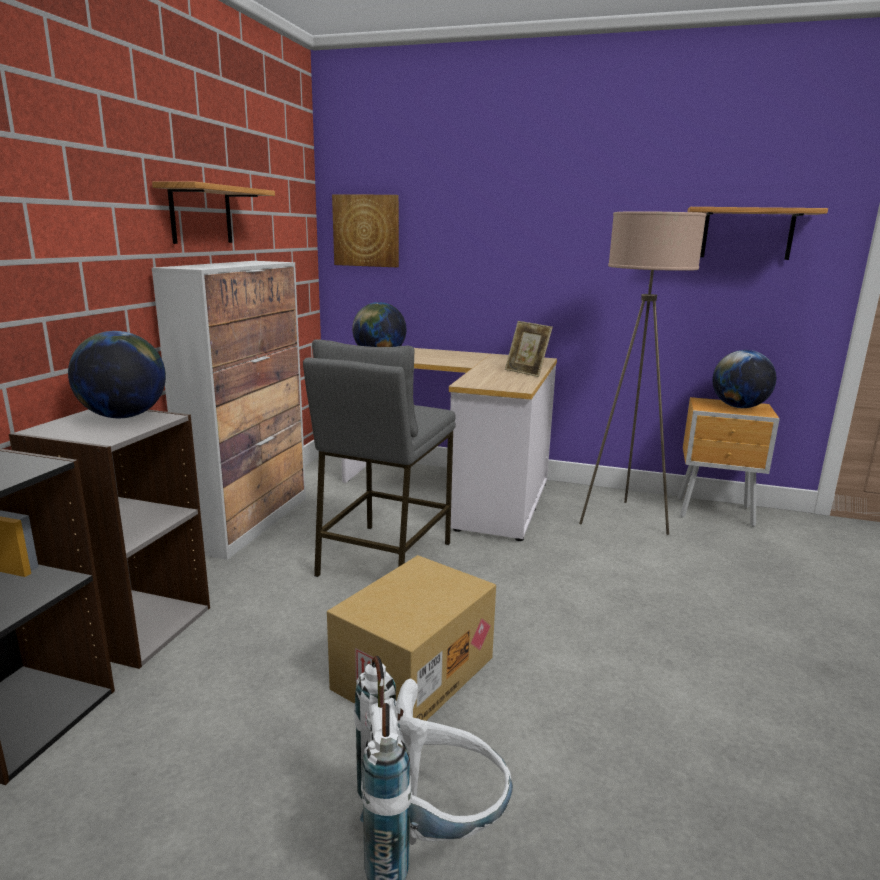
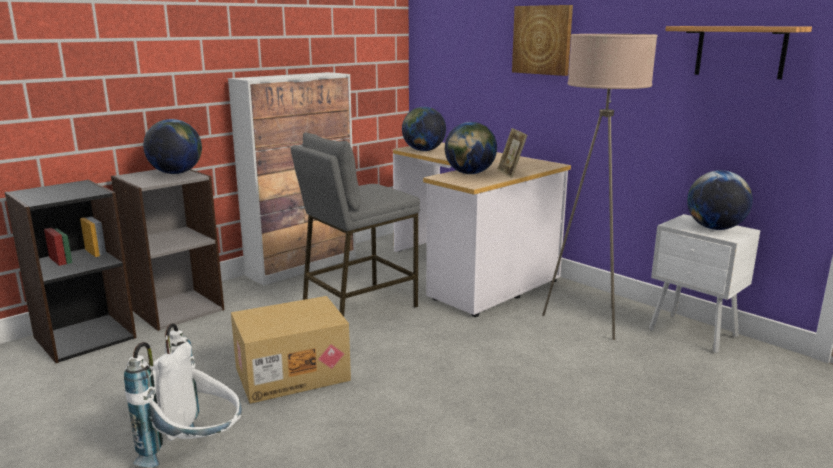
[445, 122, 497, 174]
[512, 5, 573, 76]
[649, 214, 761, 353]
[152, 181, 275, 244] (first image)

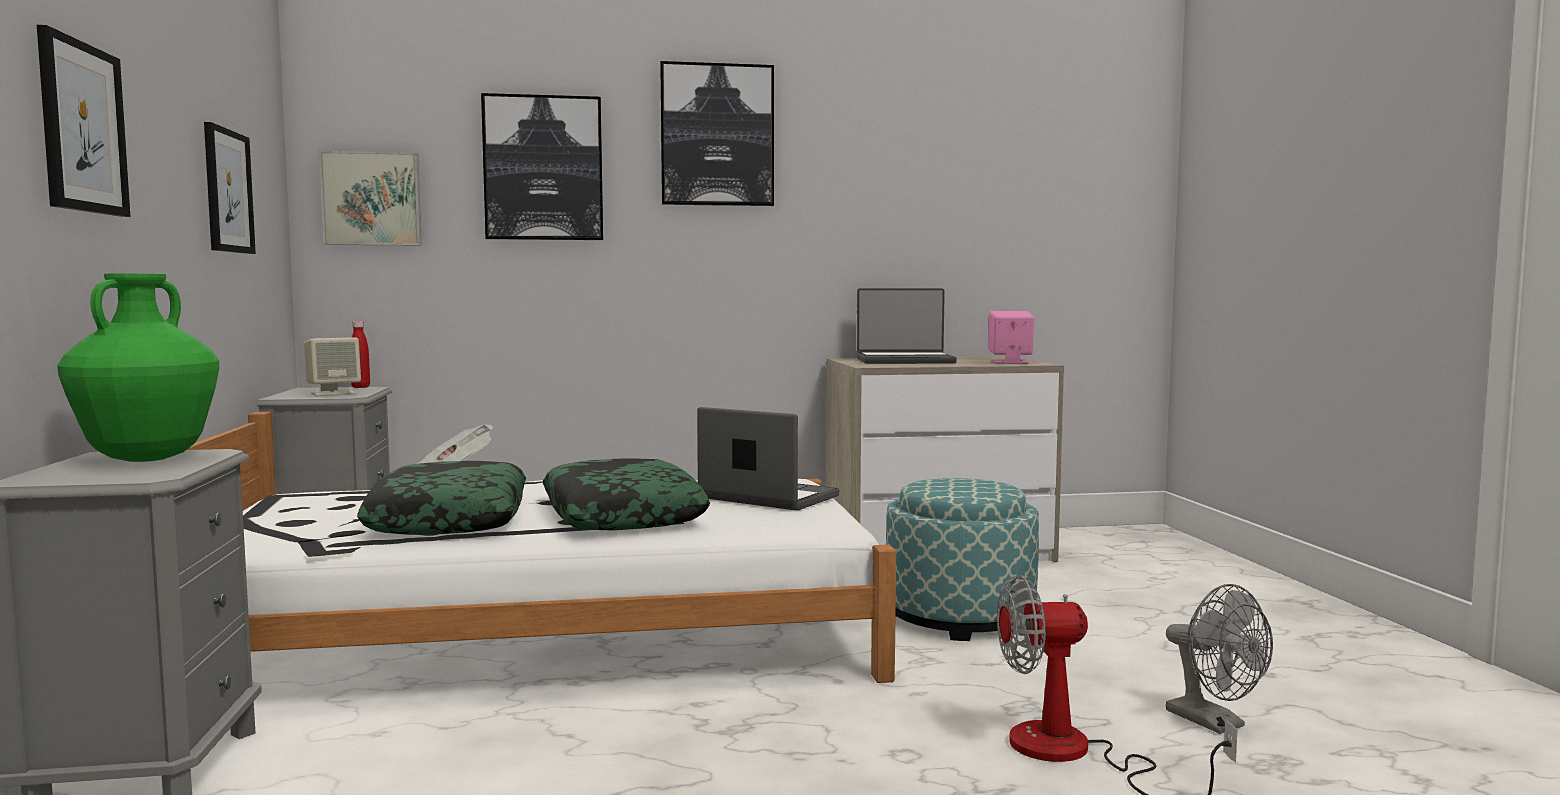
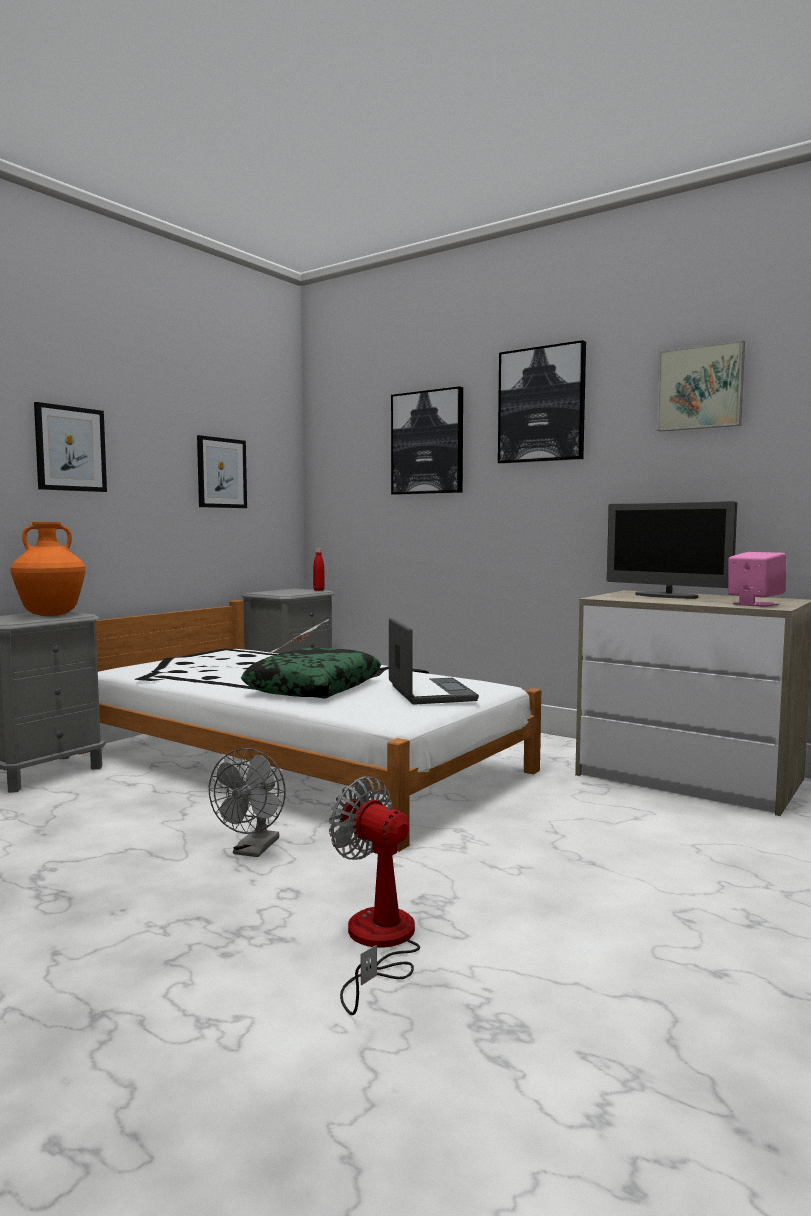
[10, 522, 86, 616]
[209, 748, 286, 857]
[607, 501, 737, 599]
[657, 340, 745, 432]
[304, 337, 361, 396] (first image)
[357, 461, 526, 535] (first image)
[886, 478, 1039, 641] (first image)

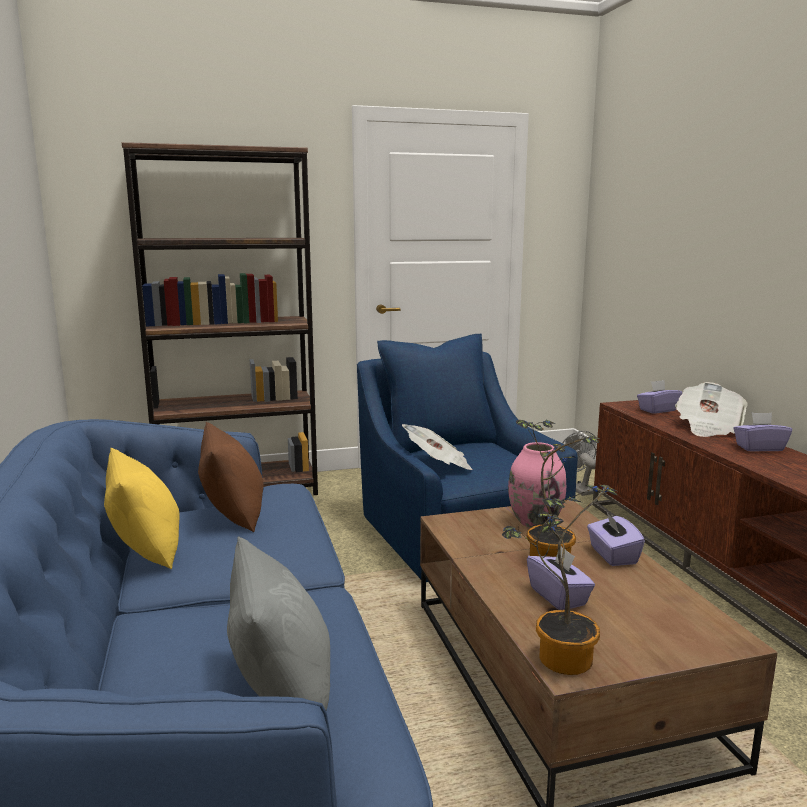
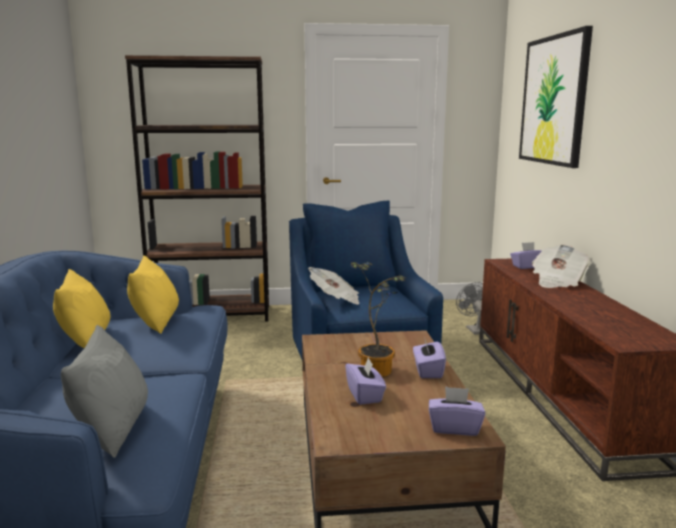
[127, 256, 179, 334]
[429, 386, 485, 436]
[519, 26, 593, 168]
[502, 485, 617, 675] (first image)
[508, 442, 566, 528] (first image)

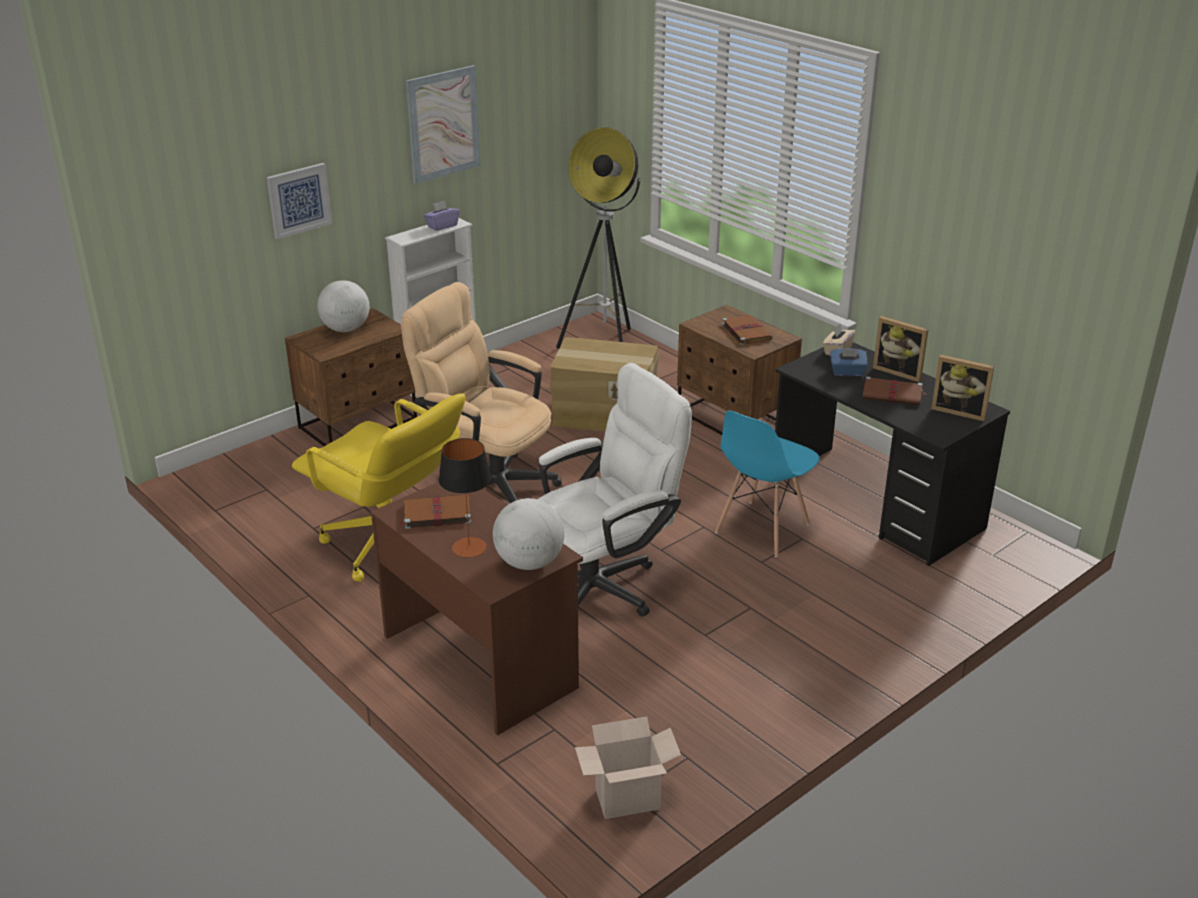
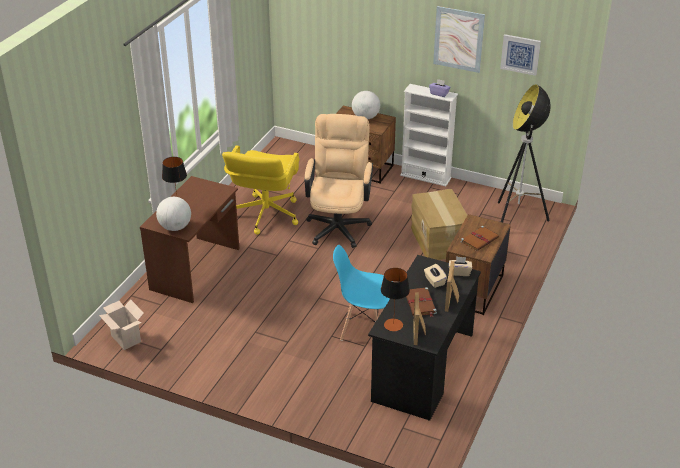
[381, 268, 410, 331]
[424, 264, 447, 288]
[500, 34, 541, 76]
[399, 495, 471, 529] (first image)
[538, 363, 692, 617] (first image)

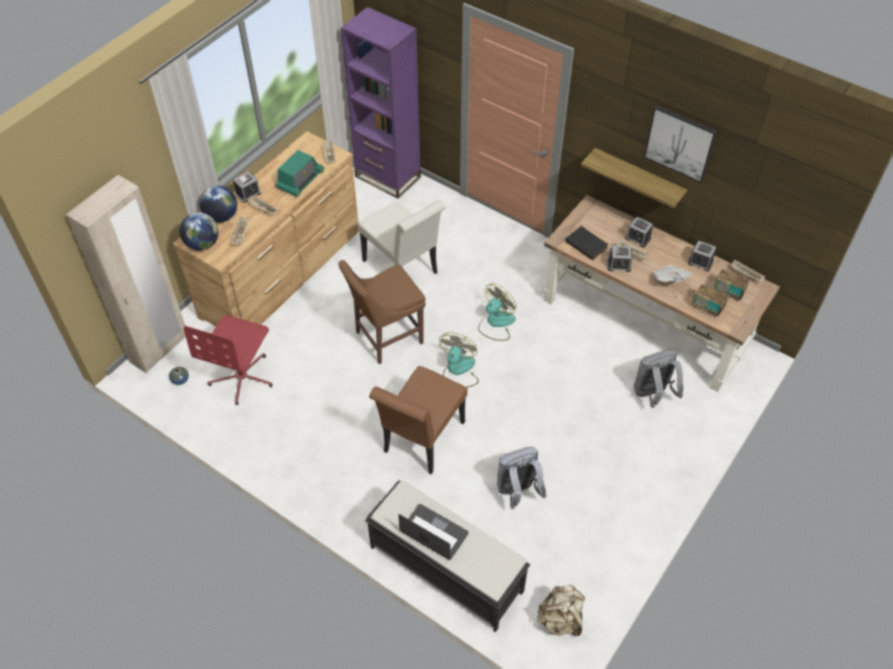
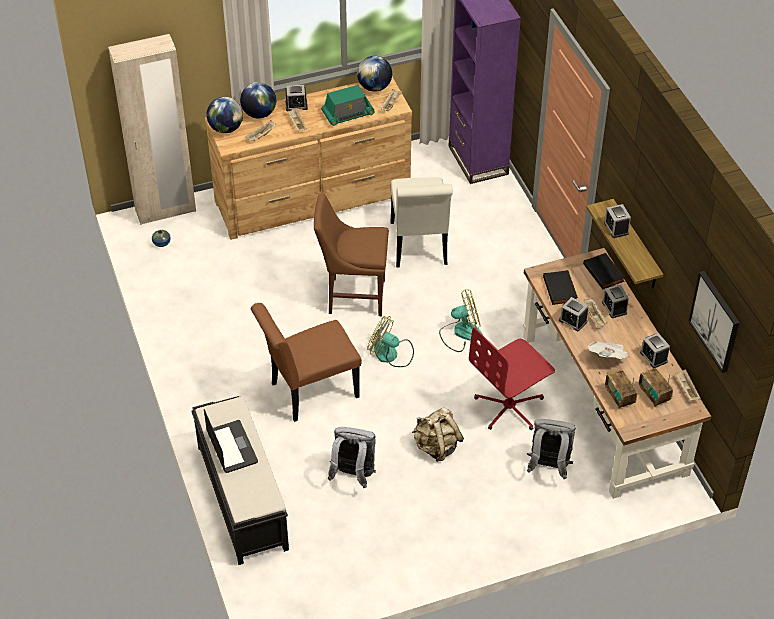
[357, 56, 392, 92]
[367, 316, 414, 367]
[412, 407, 464, 462]
[469, 327, 555, 430]
[583, 253, 625, 289]
[604, 204, 631, 238]
[689, 271, 740, 373]

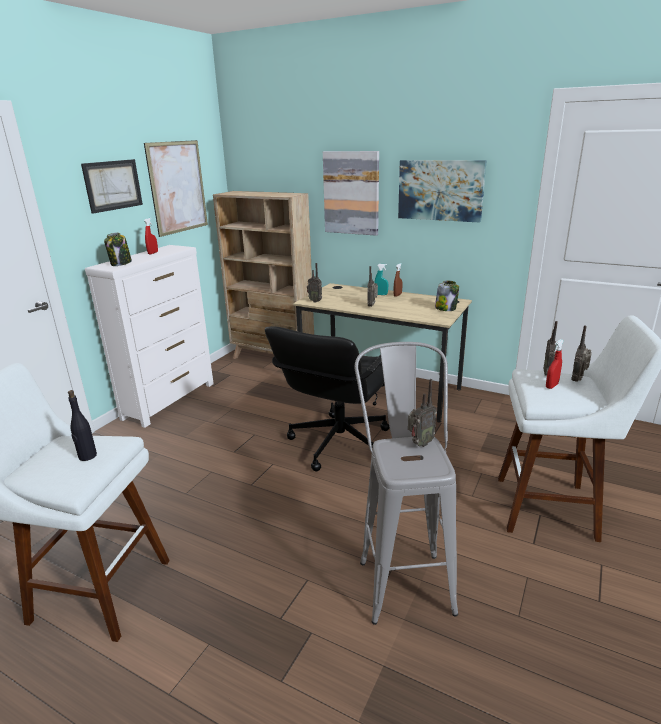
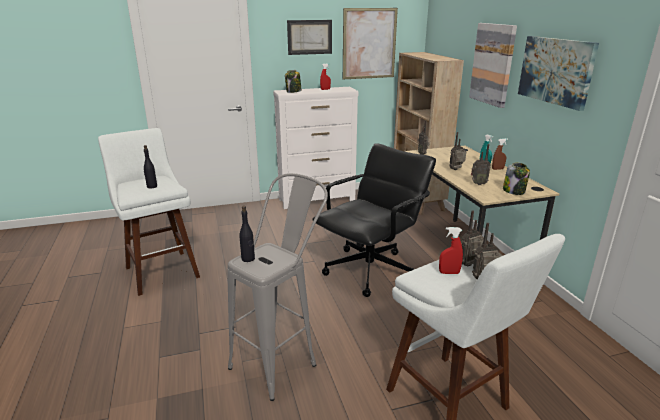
[240, 206, 255, 262]
[312, 143, 436, 297]
[471, 144, 490, 185]

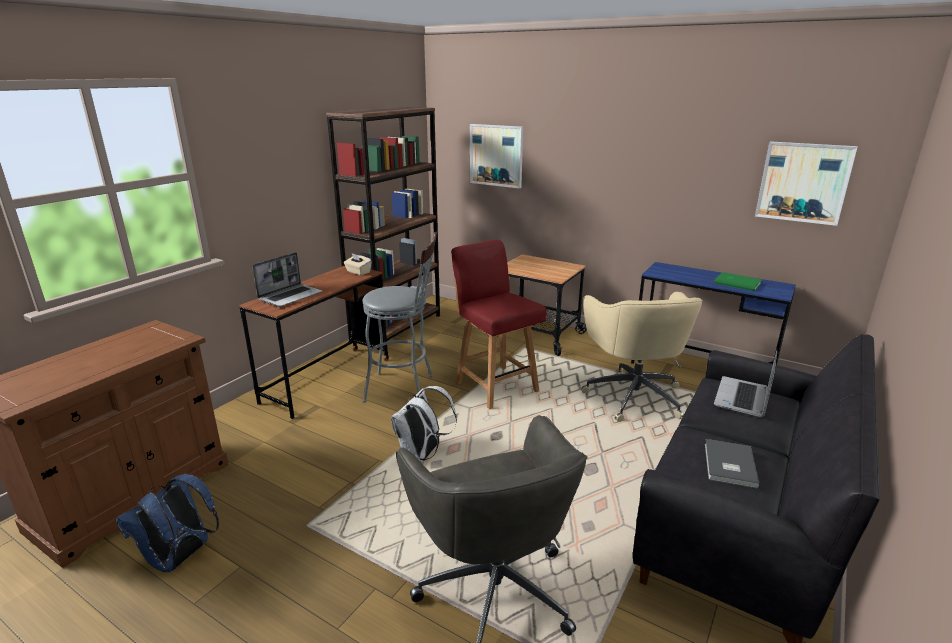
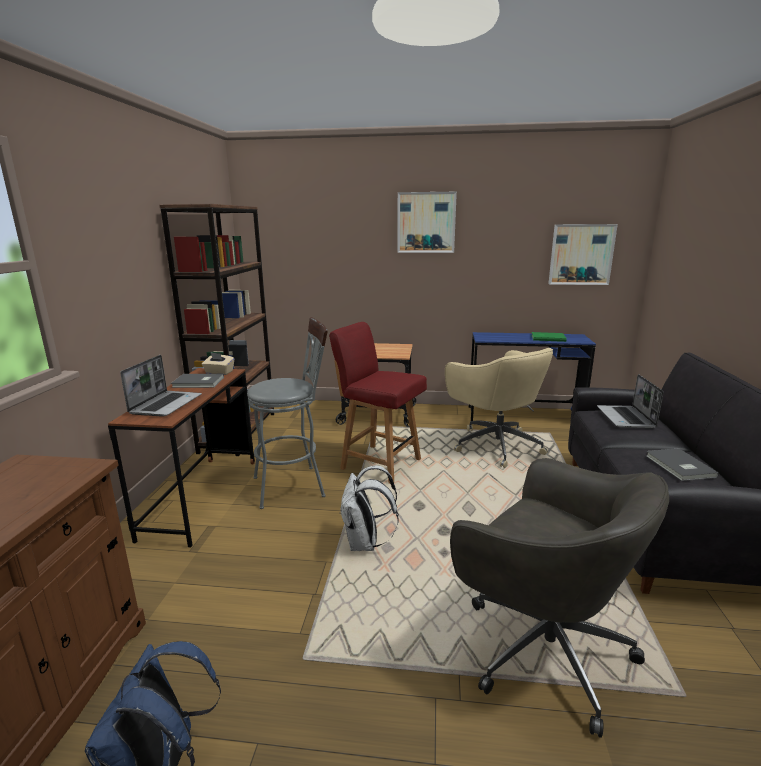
[171, 374, 224, 388]
[397, 192, 457, 253]

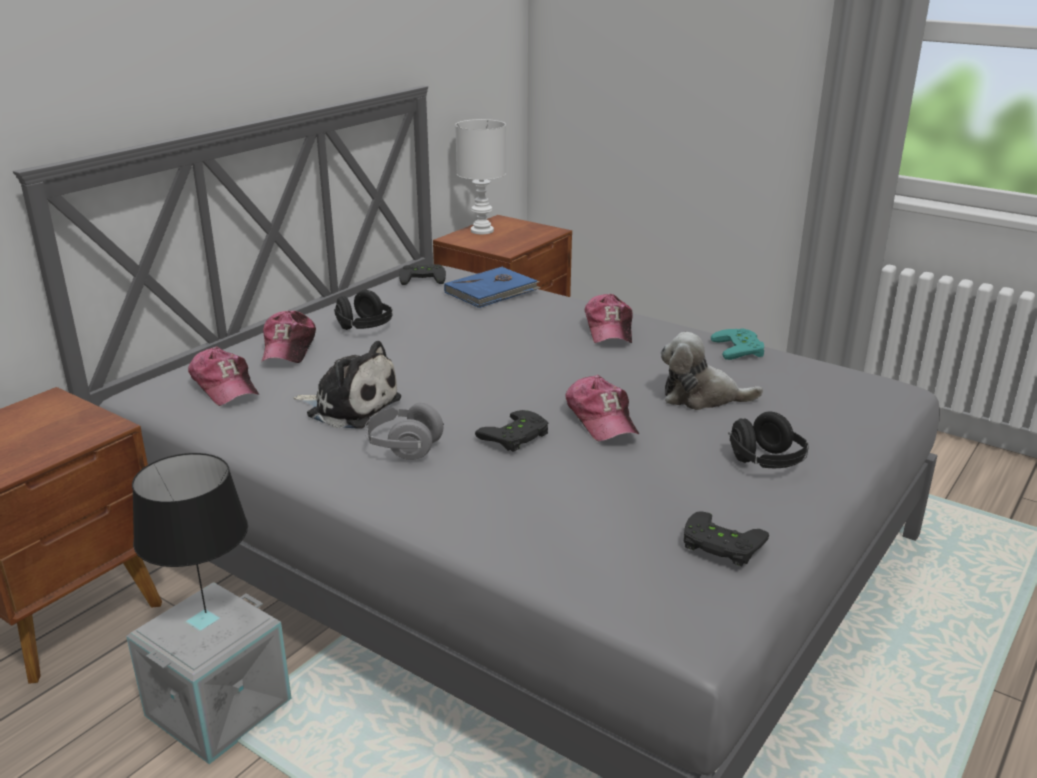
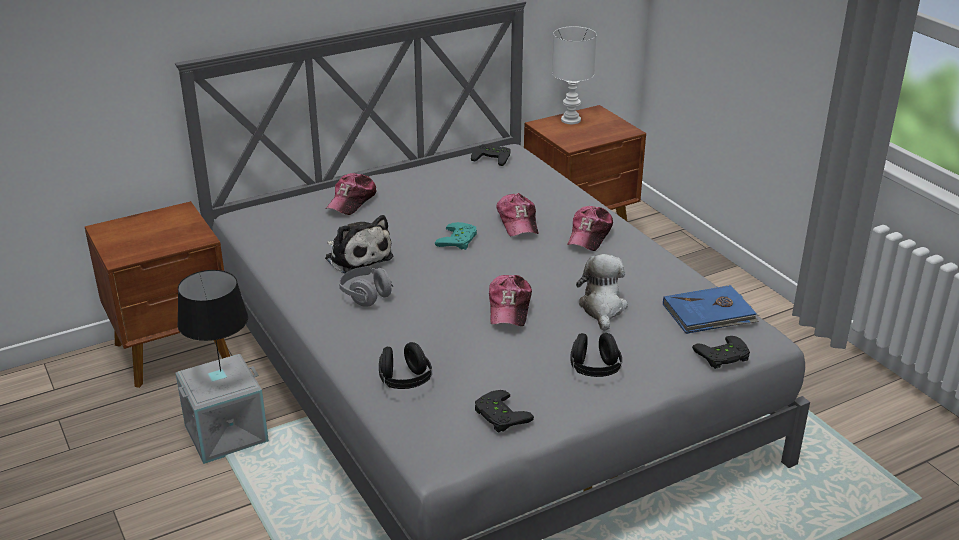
[379, 342, 432, 389]
[435, 222, 477, 250]
[496, 193, 538, 237]
[576, 254, 628, 331]
[663, 285, 759, 334]
[692, 336, 750, 369]

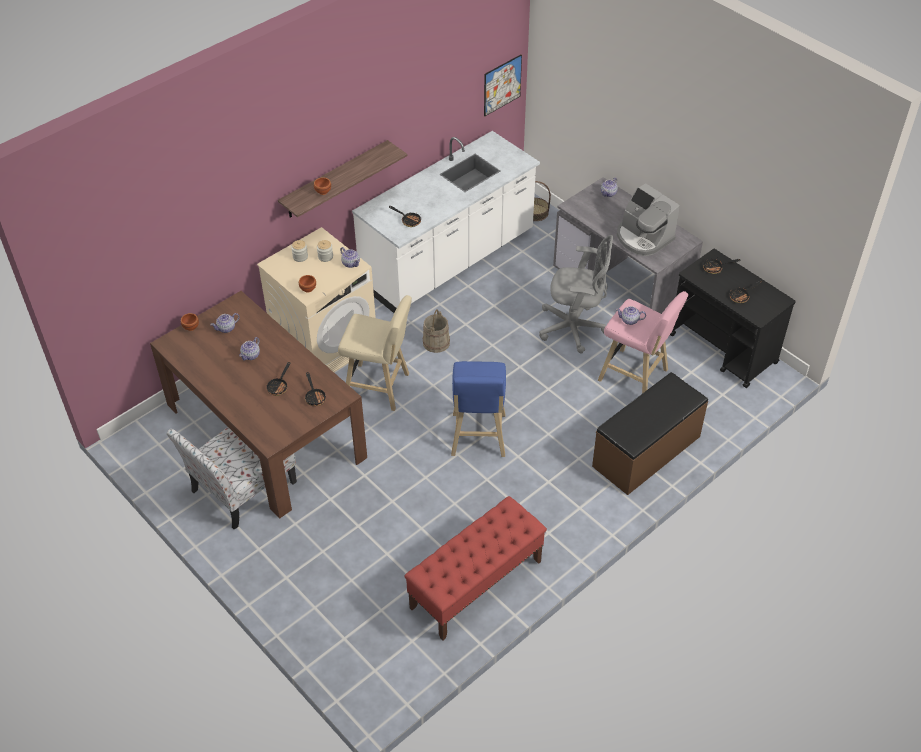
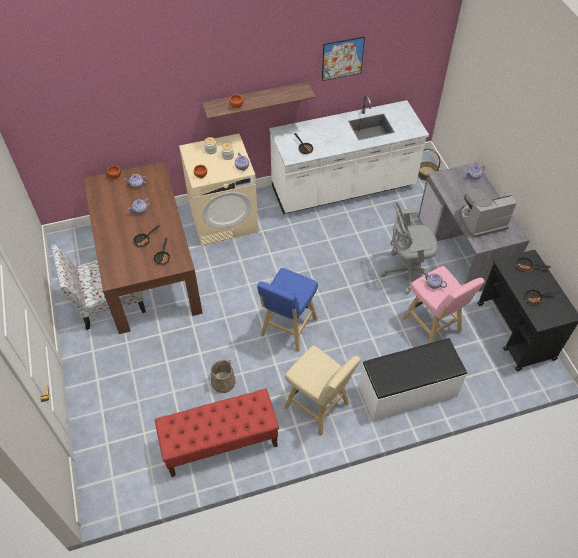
[210, 360, 235, 393]
[284, 345, 361, 436]
[322, 36, 365, 81]
[359, 338, 467, 421]
[381, 202, 438, 294]
[459, 189, 517, 238]

